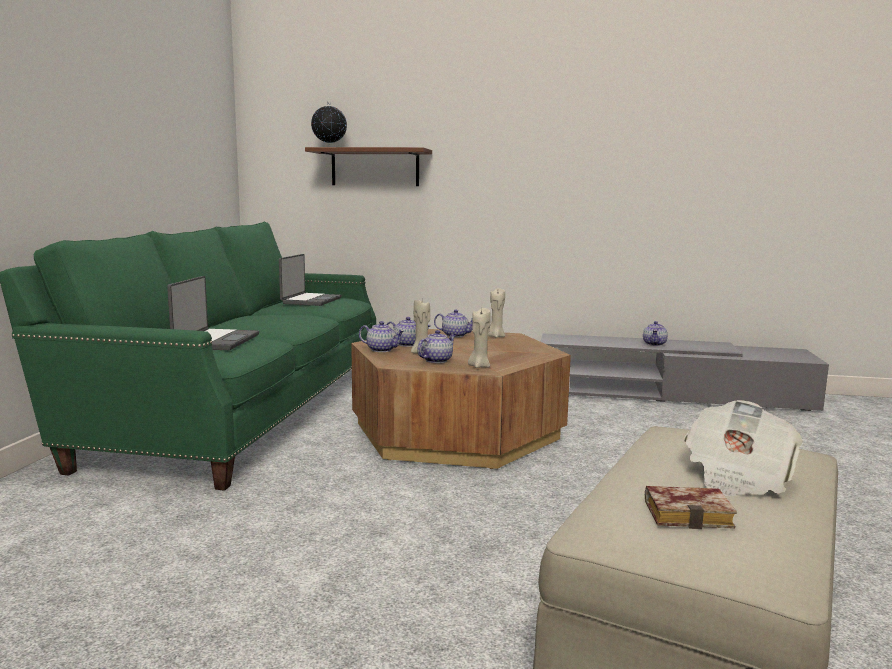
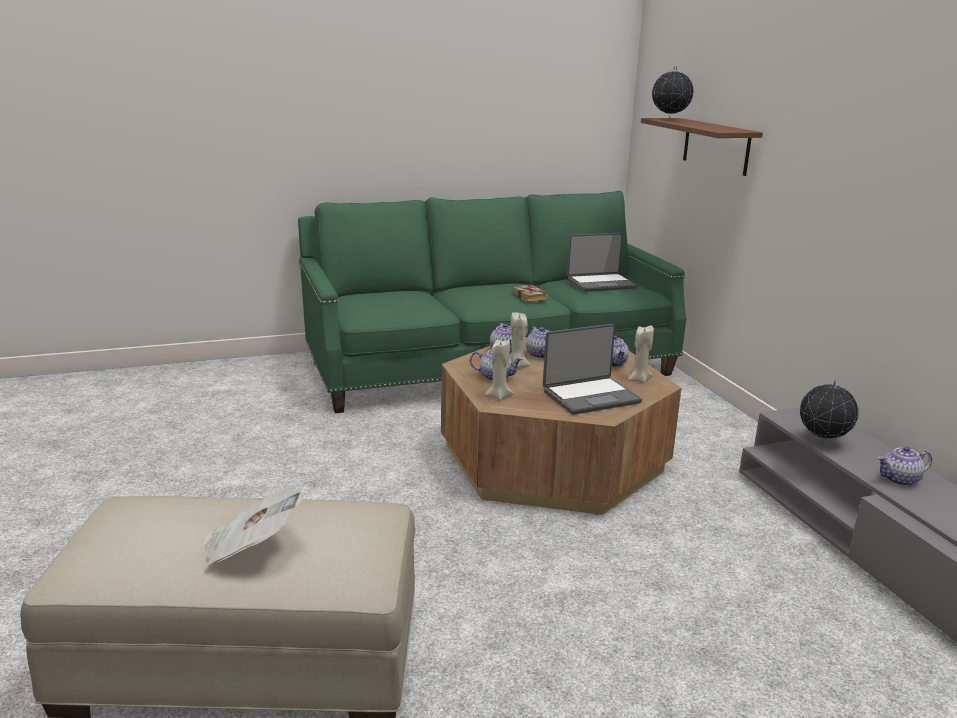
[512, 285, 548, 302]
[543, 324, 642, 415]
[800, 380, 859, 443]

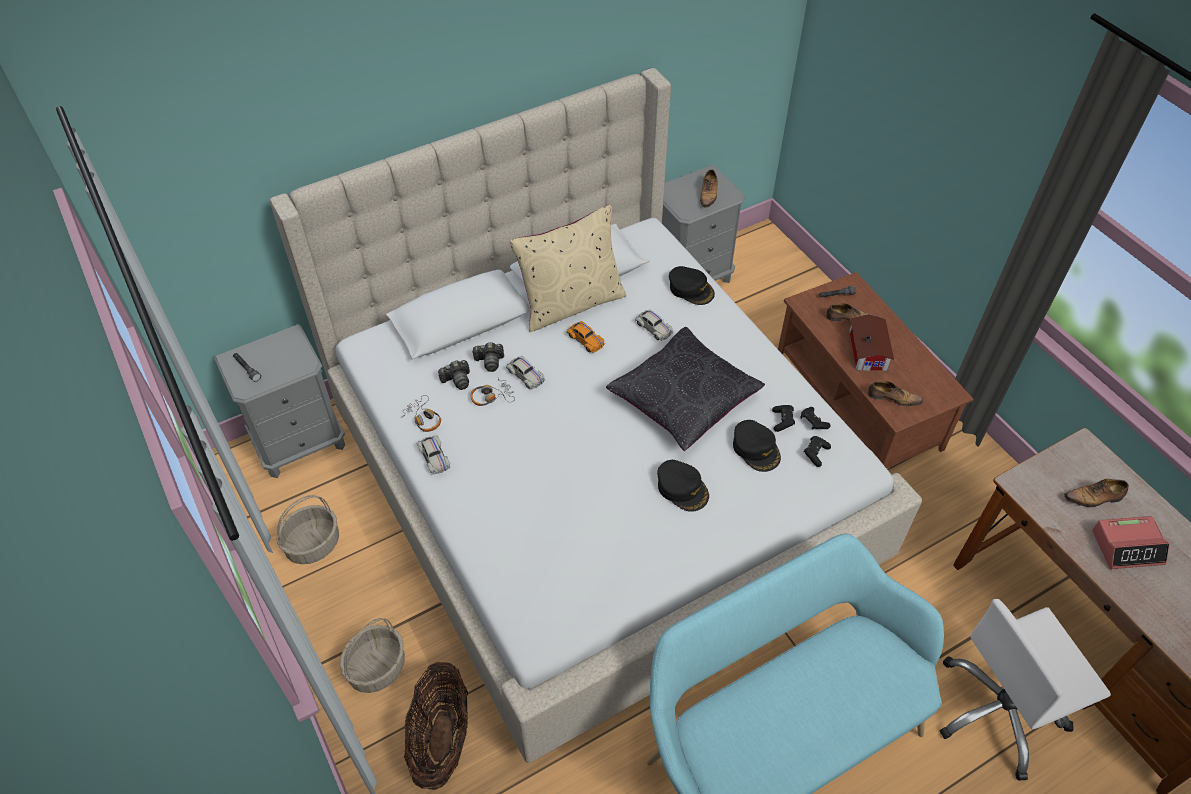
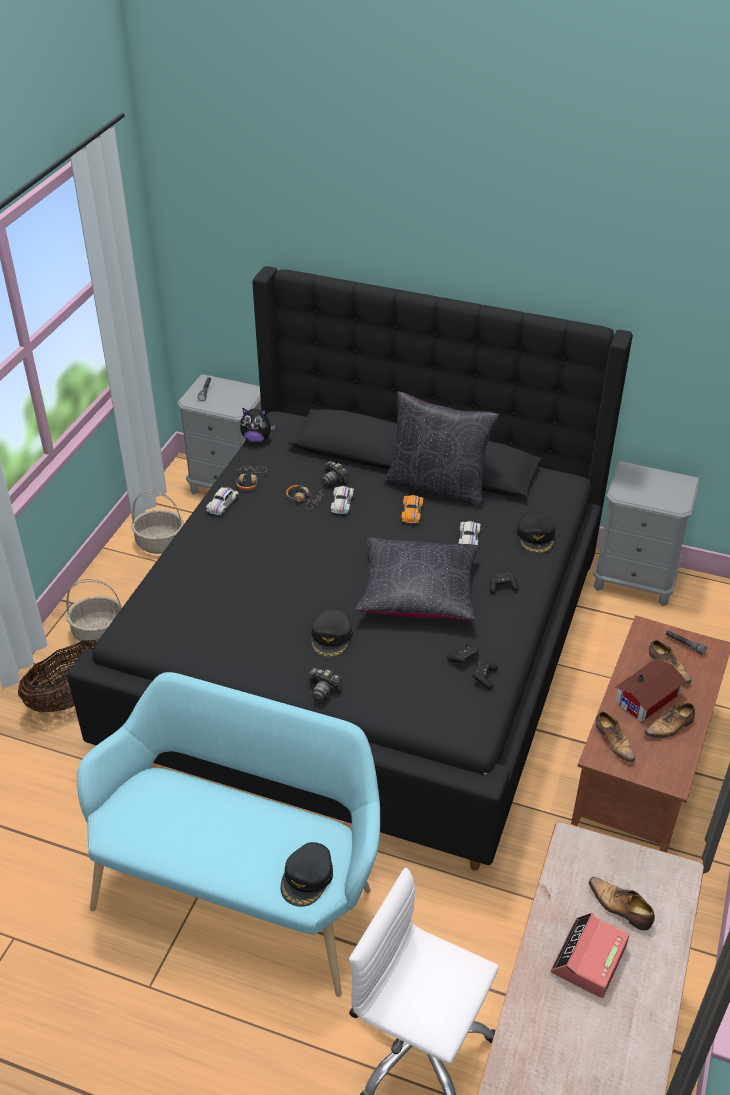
[67, 266, 633, 871]
[240, 408, 275, 442]
[281, 842, 333, 907]
[308, 668, 342, 702]
[384, 392, 499, 508]
[490, 572, 519, 594]
[550, 913, 629, 998]
[644, 703, 695, 738]

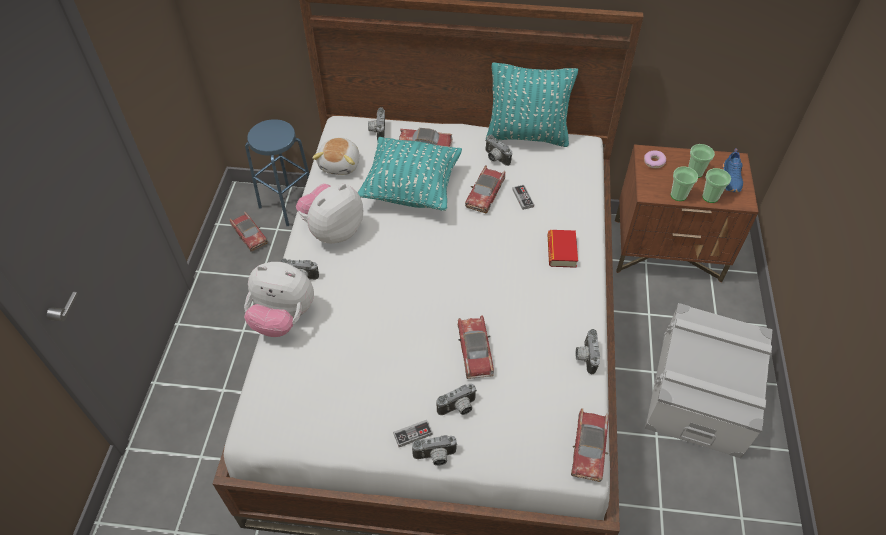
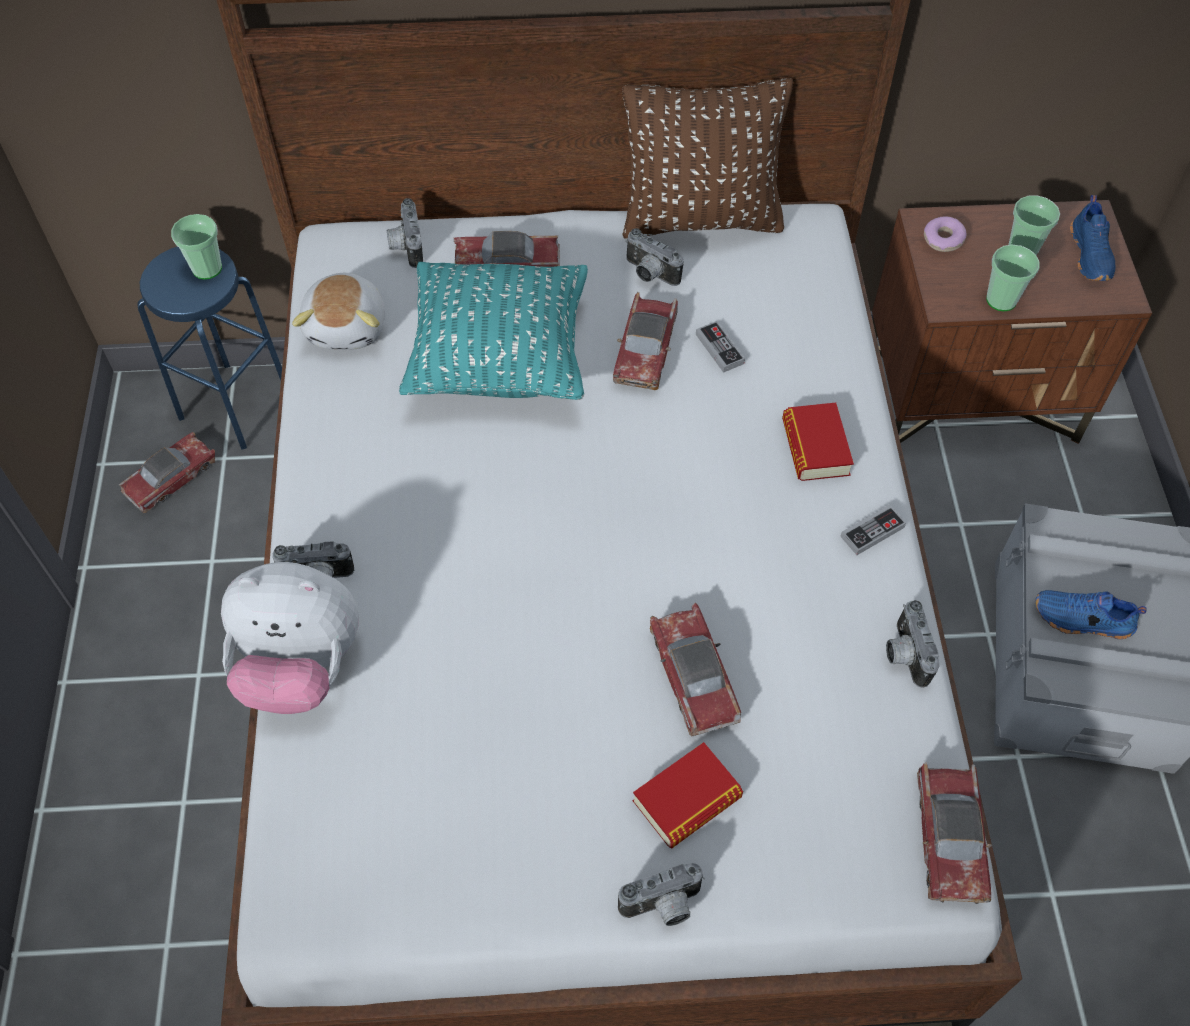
[119, 432, 215, 513]
[171, 214, 222, 279]
[622, 78, 793, 238]
[633, 742, 743, 849]
[840, 504, 906, 555]
[1036, 590, 1147, 639]
[296, 184, 363, 243] (first image)

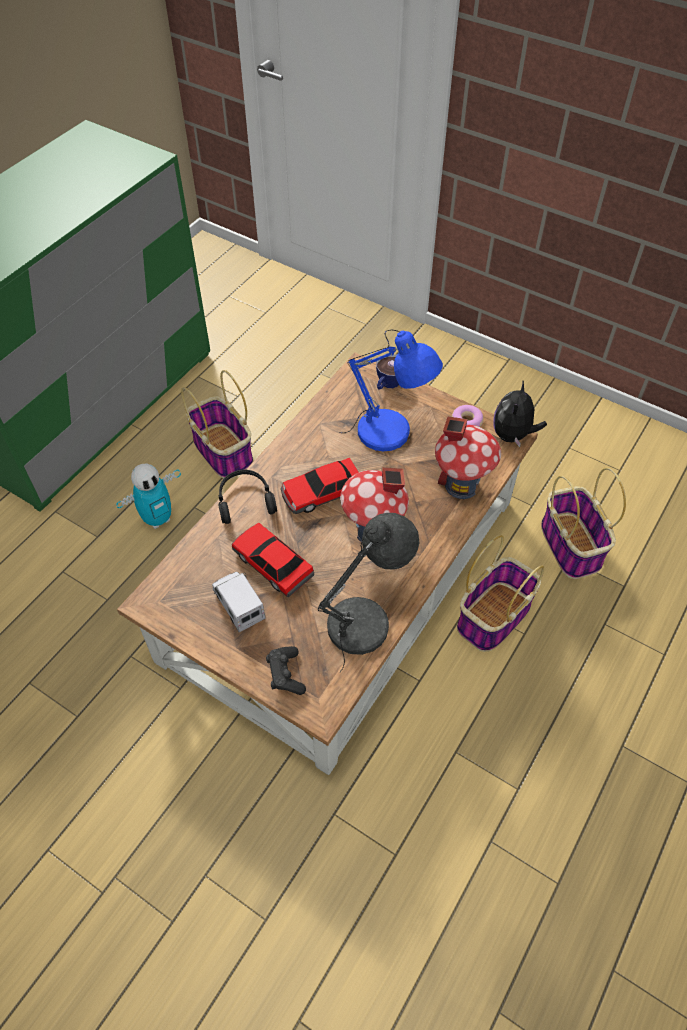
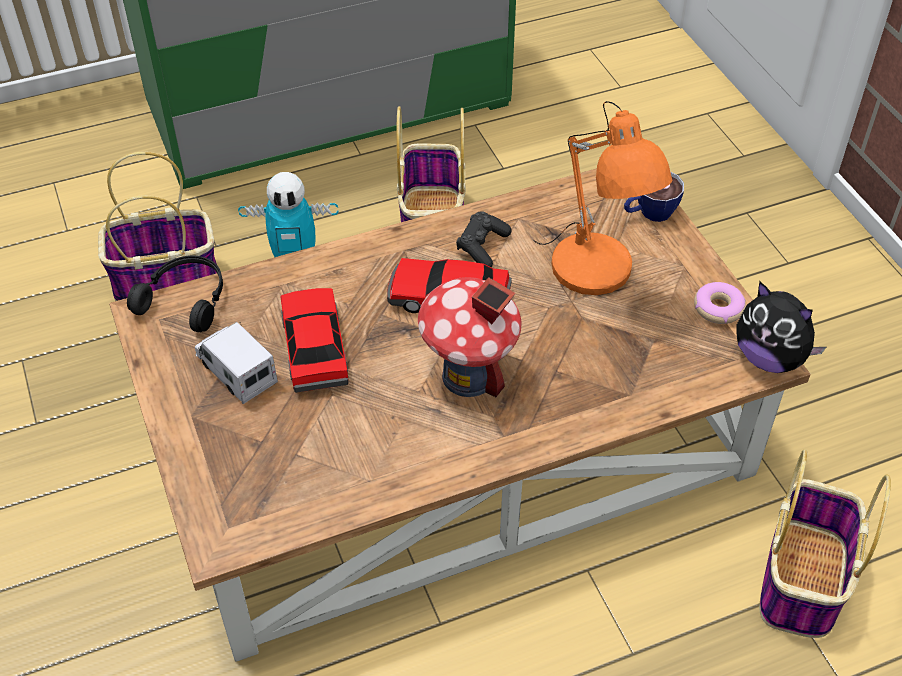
[98, 152, 217, 301]
[127, 256, 223, 332]
[195, 322, 278, 404]
[456, 211, 511, 268]
[533, 101, 672, 295]
[736, 282, 826, 373]
[318, 513, 420, 673] (first image)
[435, 417, 501, 499] (first image)

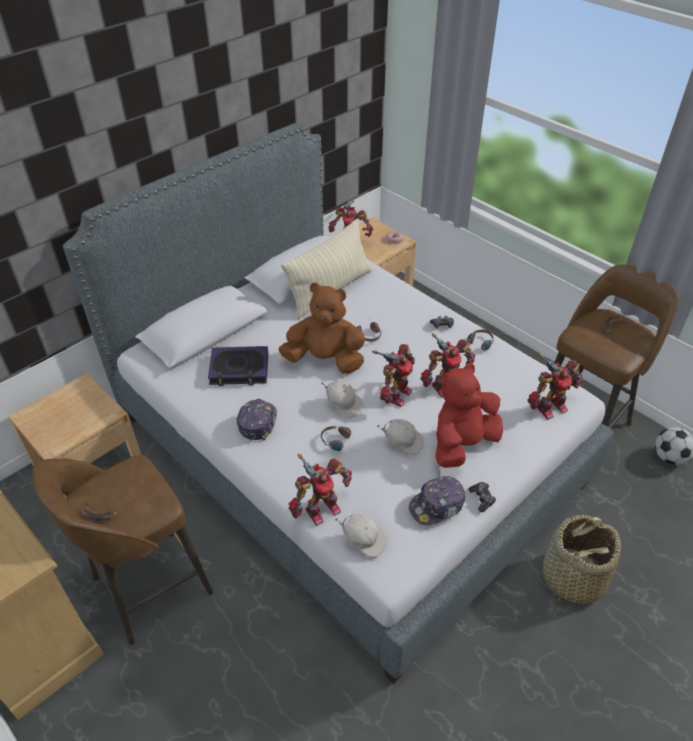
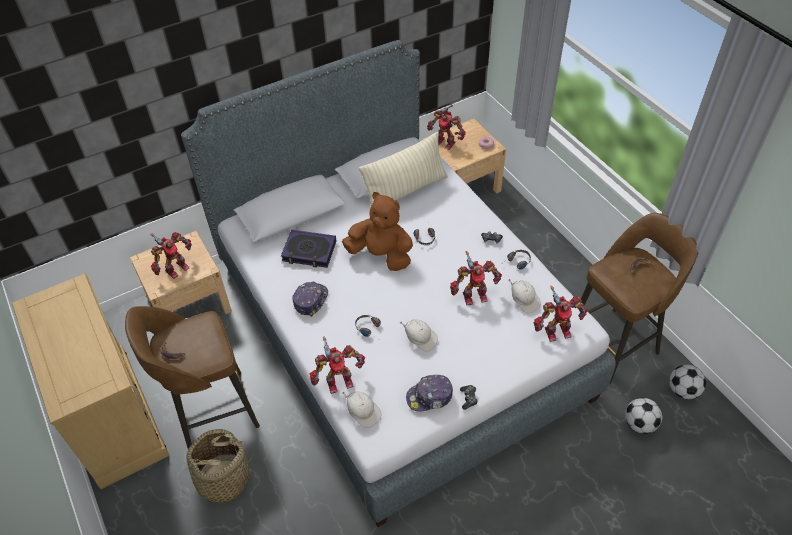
[150, 232, 192, 279]
[180, 429, 253, 503]
[509, 279, 541, 314]
[625, 398, 662, 434]
[436, 363, 503, 468] (first image)

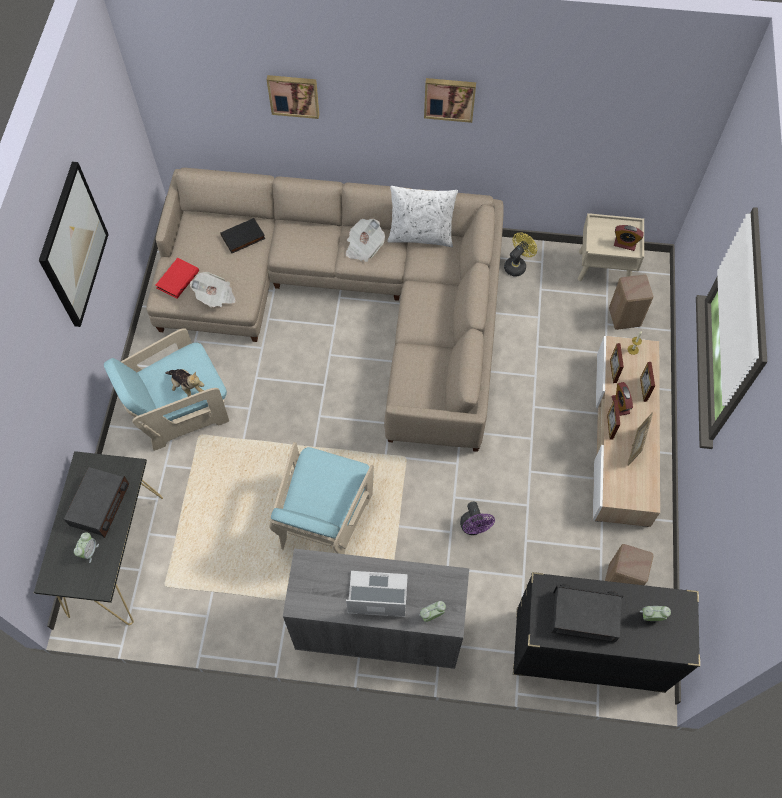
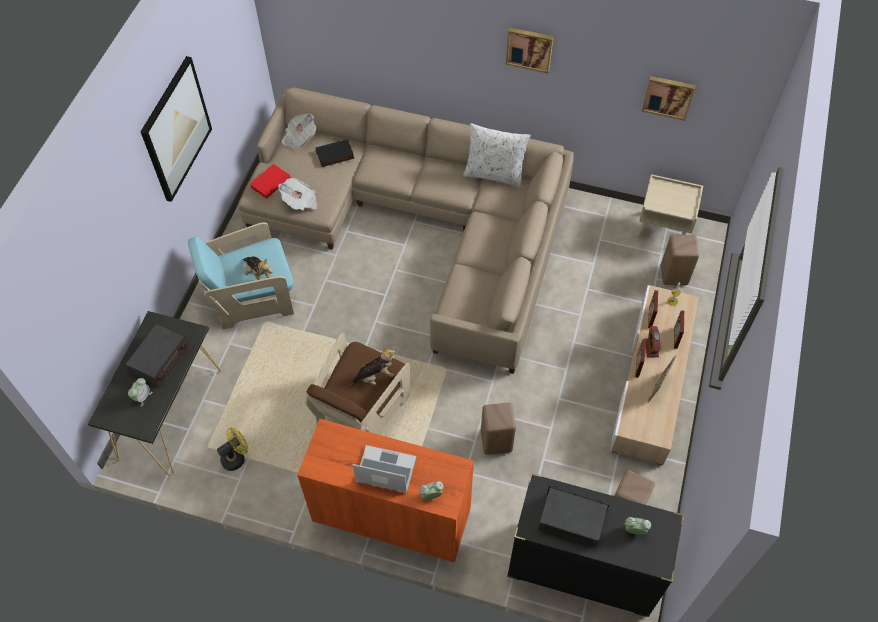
[217, 427, 248, 471]
[282, 114, 316, 150]
[297, 419, 474, 562]
[306, 333, 410, 435]
[350, 347, 395, 388]
[481, 402, 516, 455]
[642, 76, 696, 121]
[614, 225, 644, 251] (first image)

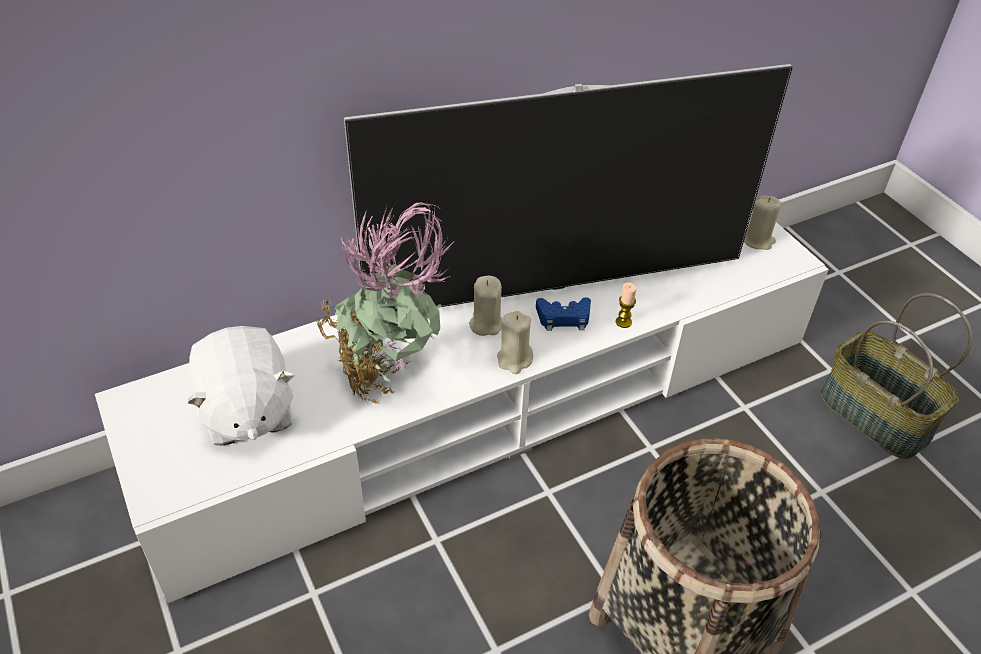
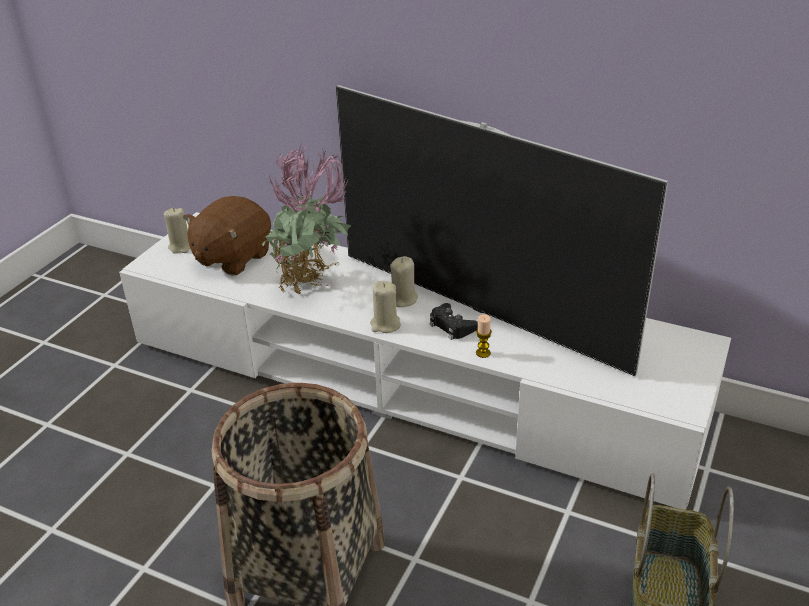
[164, 208, 190, 254]
[183, 196, 271, 276]
[430, 303, 478, 340]

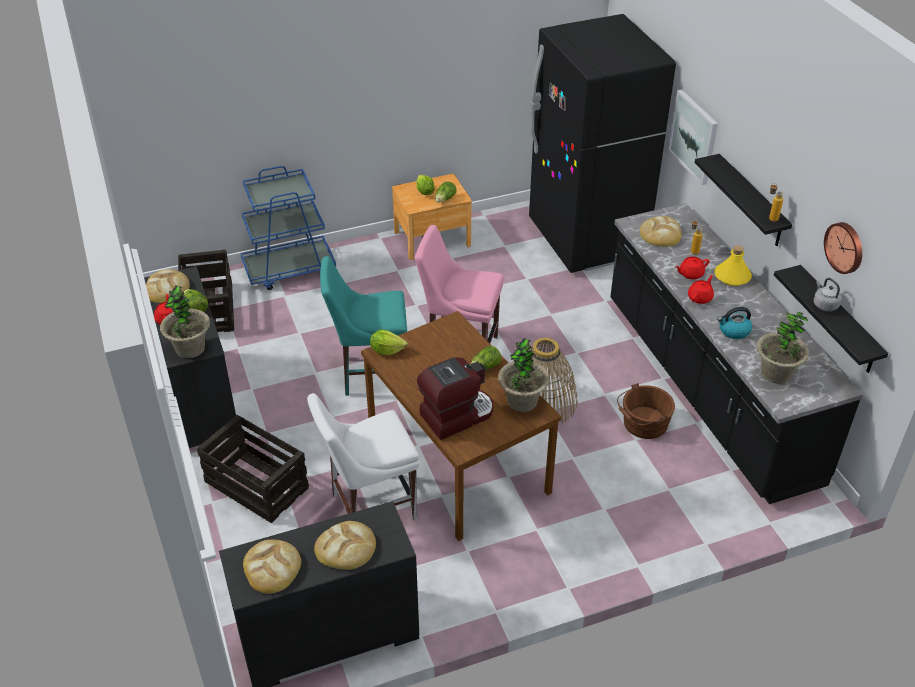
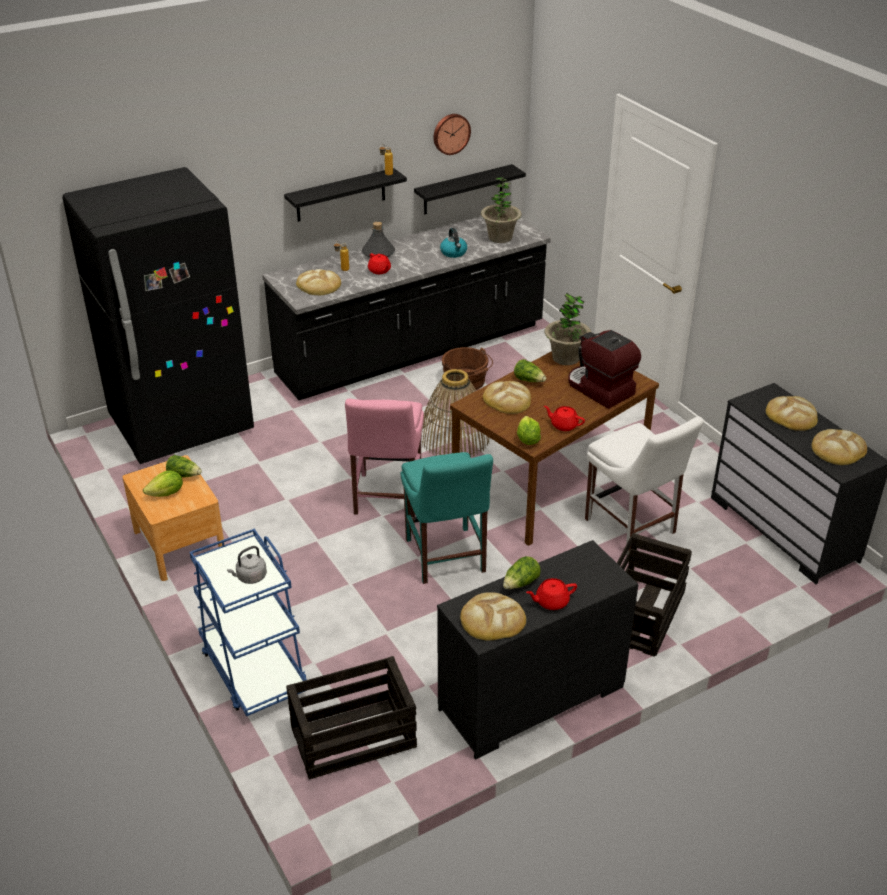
[227, 546, 267, 584]
[362, 222, 395, 258]
[483, 381, 531, 414]
[544, 406, 585, 431]
[160, 285, 210, 358] (first image)
[668, 90, 718, 185] (first image)

